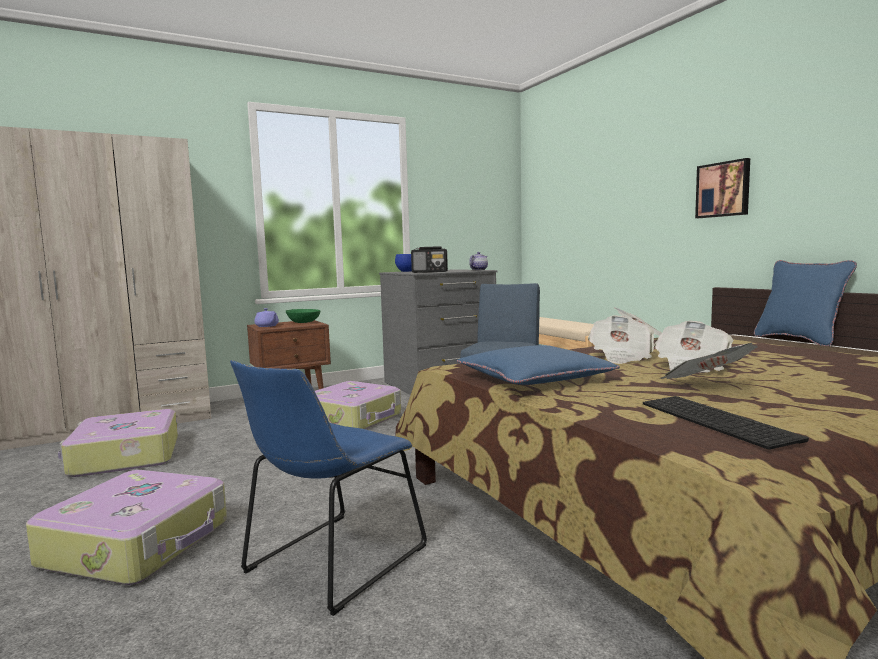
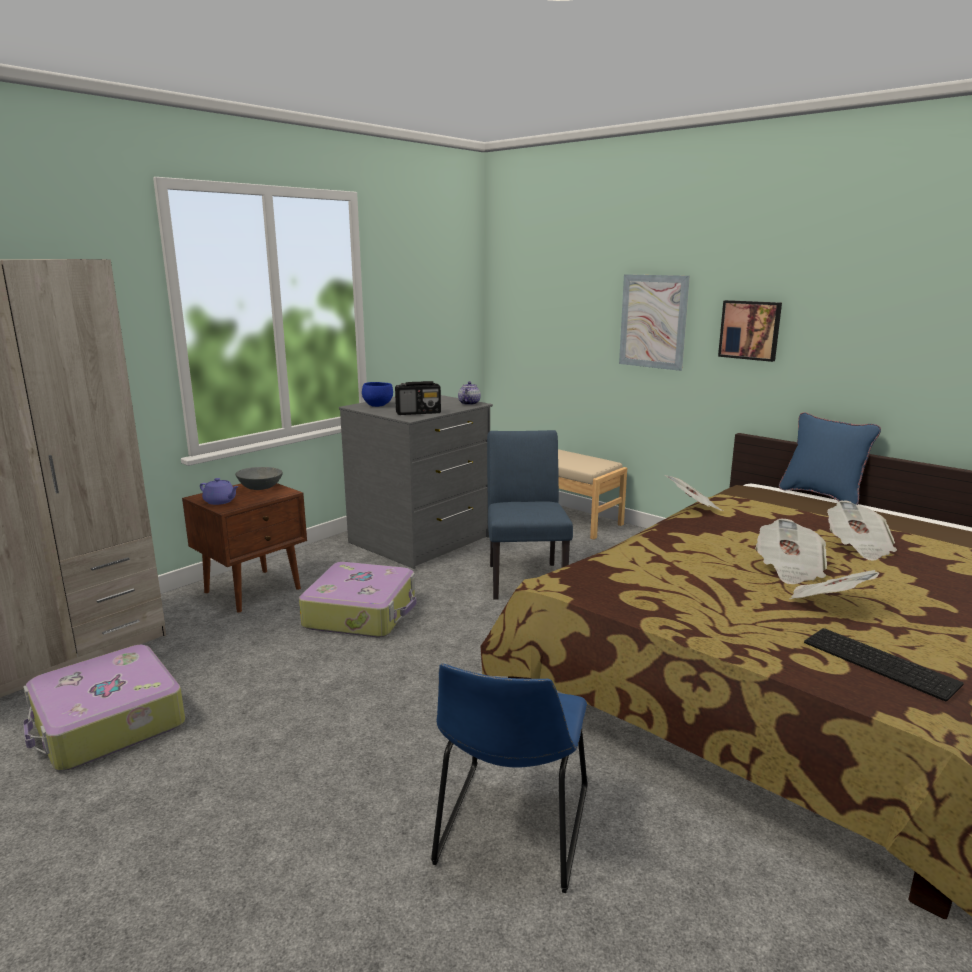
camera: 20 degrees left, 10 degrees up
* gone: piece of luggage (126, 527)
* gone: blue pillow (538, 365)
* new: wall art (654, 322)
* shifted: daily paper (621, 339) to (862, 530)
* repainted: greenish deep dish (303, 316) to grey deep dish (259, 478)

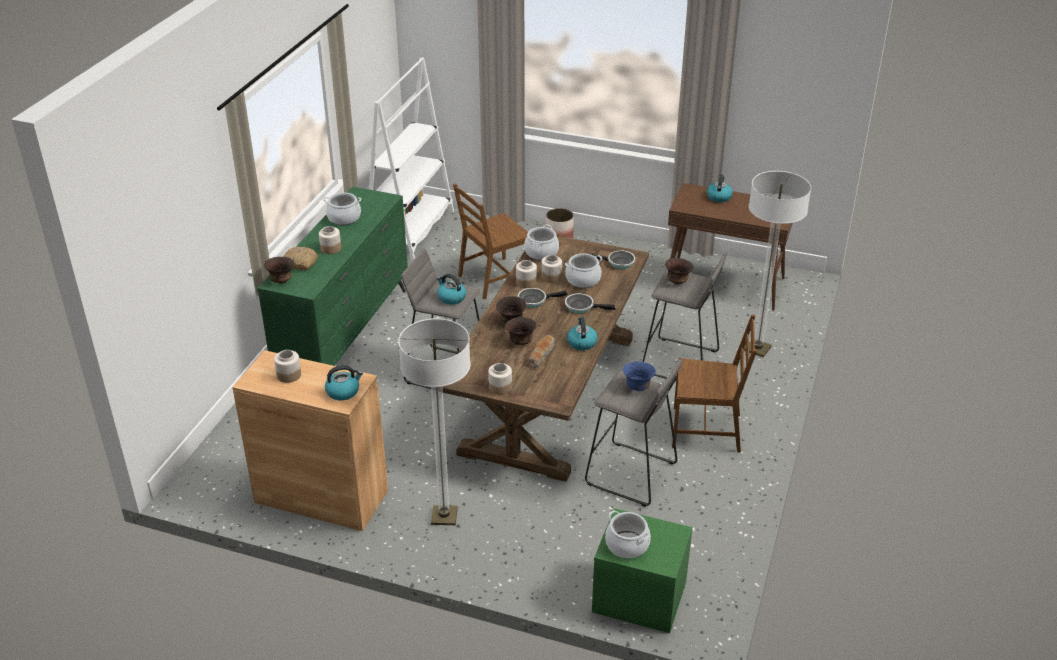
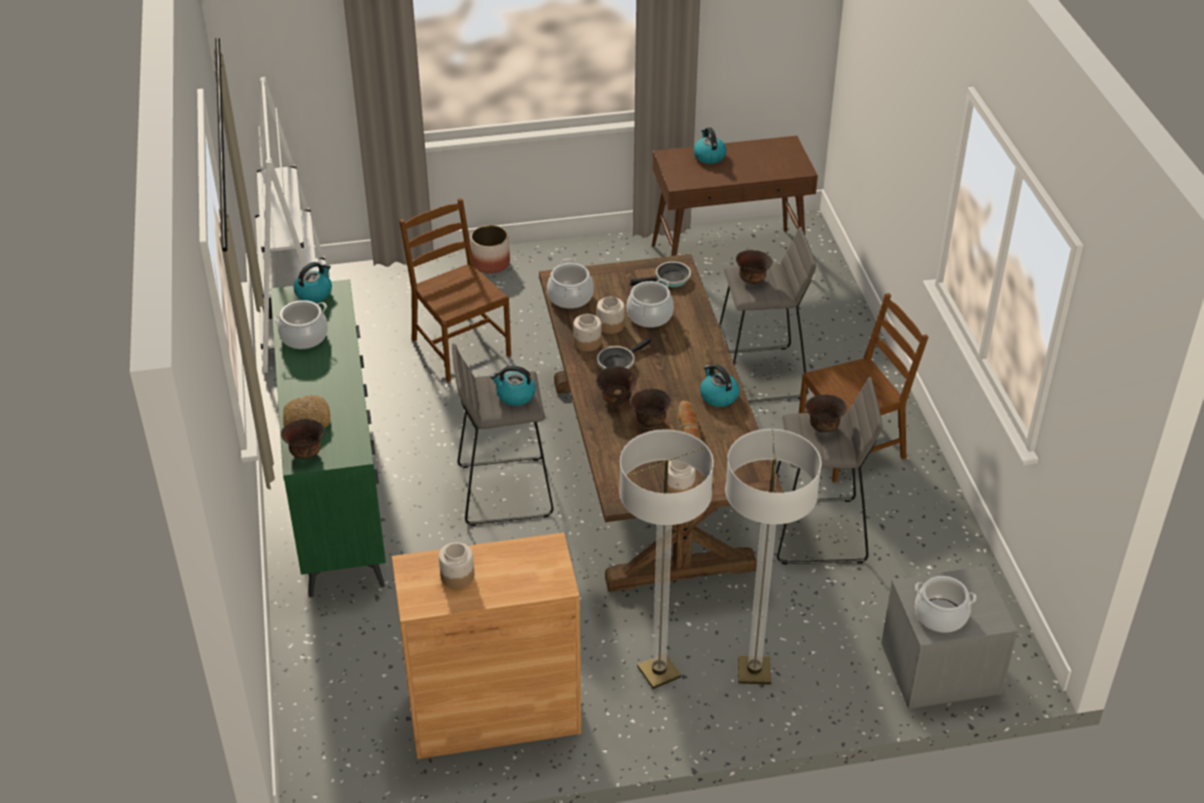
camera: 30 degrees left, 5 degrees up
* gone: jar (330, 240)
* gone: frying pan (590, 303)
* shifted: tea kettle (344, 383) to (312, 282)
* shifted: standard lamp (777, 264) to (773, 556)
* repainted: greenish night table (642, 570) to grey night table (949, 637)
* repainted: blue deep dish (639, 376) to brown-coloured deep dish (826, 413)
* rotated: brown-coloured upright chair (490, 241) = (455, 290) 120 degrees clockwise

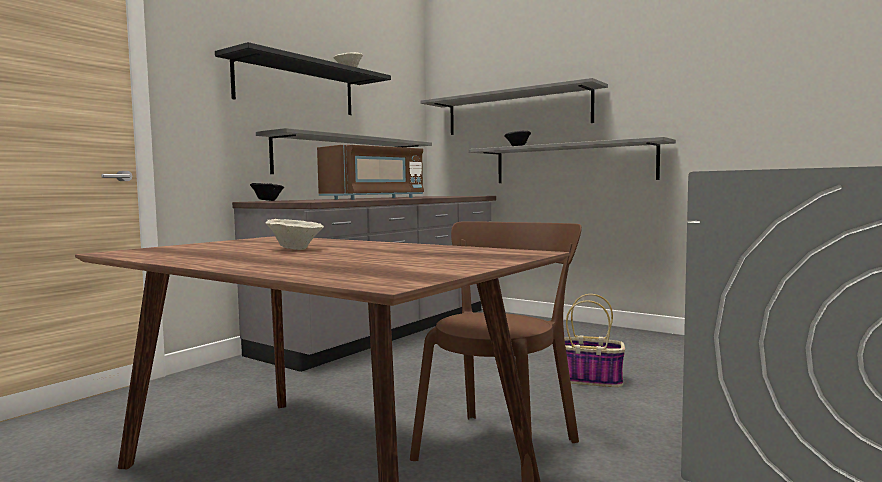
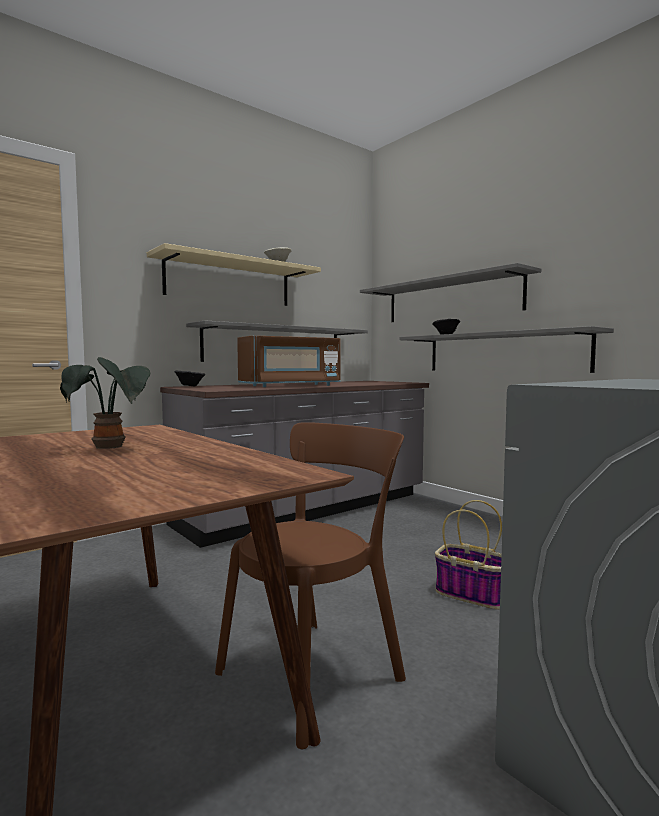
camera: 15 degrees right, 0 degrees up
* swapped: sand-coloured deep dish (294, 234) to potted plant (105, 403)
* repainted: black bracket shelf (303, 78) to sand-coloured bracket shelf (234, 274)

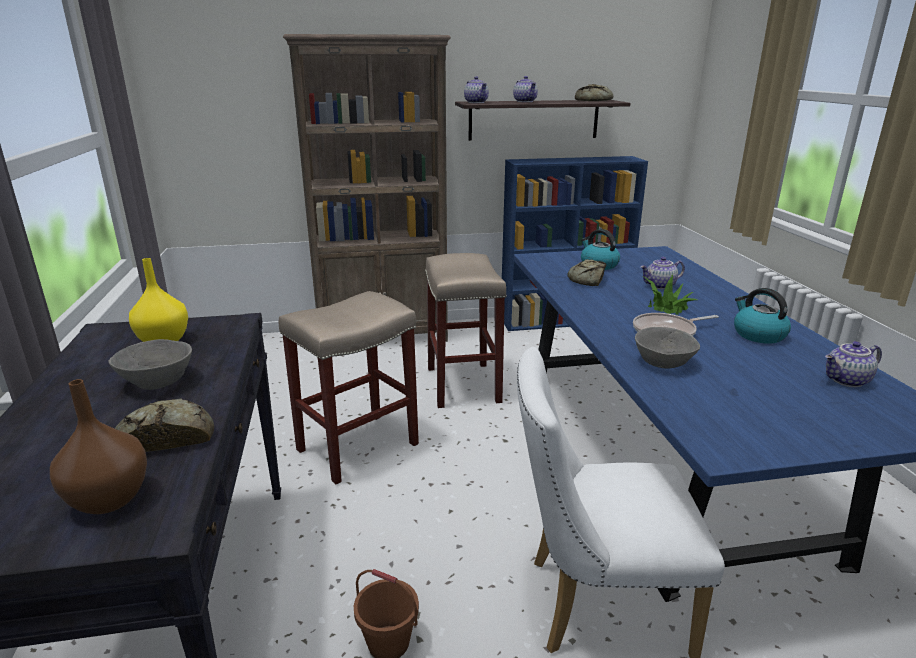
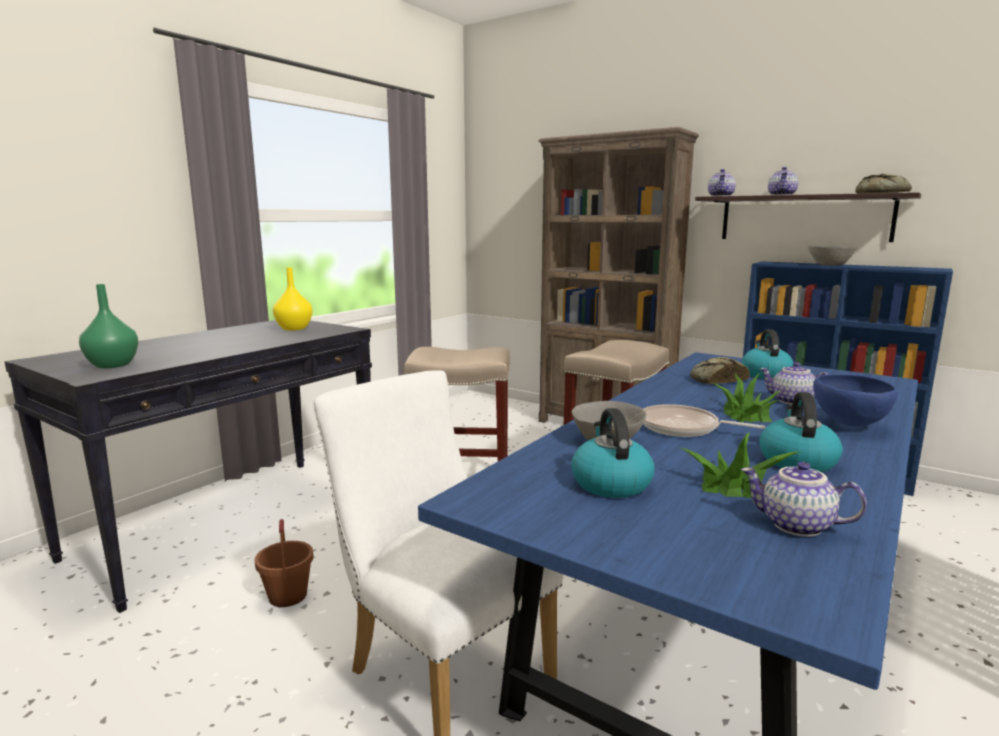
camera: 45 degrees right, 10 degrees down
* gone: bread (164, 425)
* new: tea kettle (613, 453)
* new: potted plant (740, 465)
* new: blue deep dish (855, 400)
* shifted: grey deep dish (150, 364) to (832, 255)
* repainted: brown-coloured decorative vase (98, 446) to greenish decorative vase (109, 326)

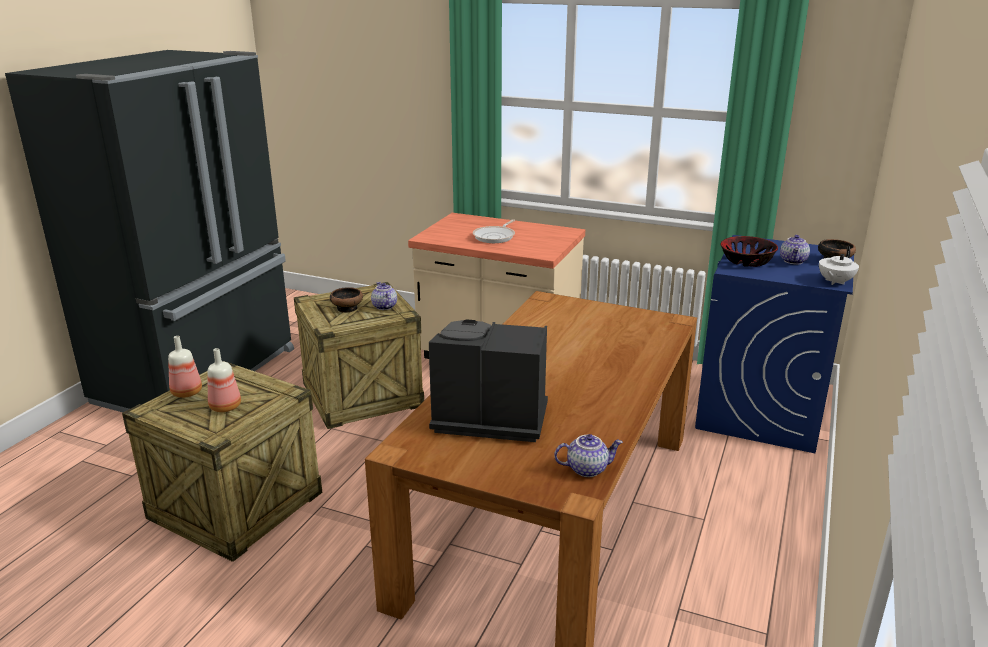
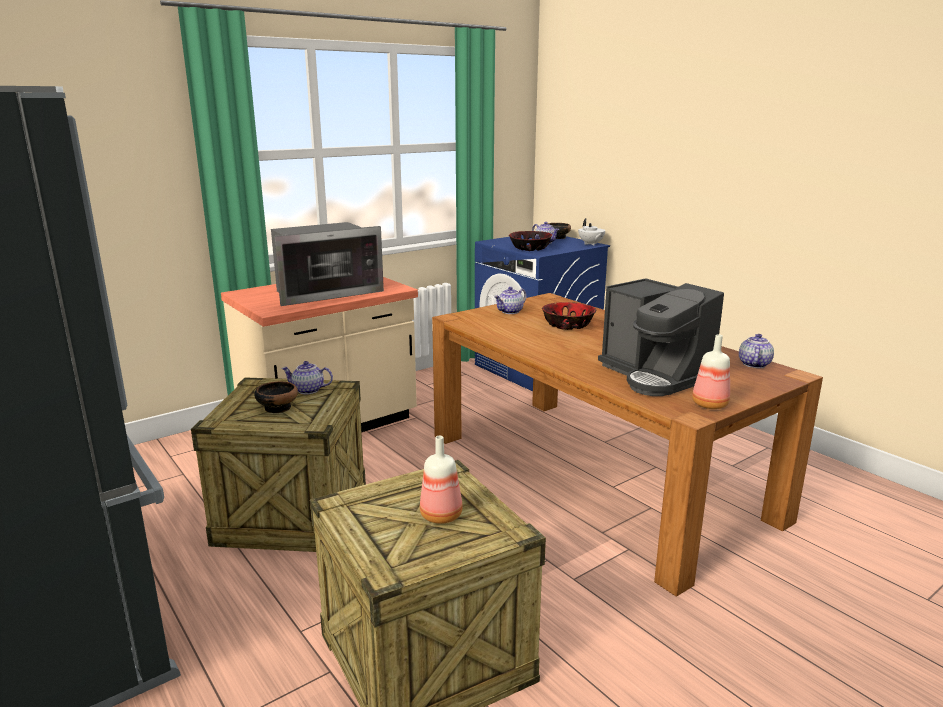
camera: 60 degrees left, 5 degrees down
* new: teapot (510, 300)
* new: deep dish (569, 316)
* shifted: bottle (185, 367) to (711, 371)
* swapped: frying pan (494, 231) to microwave oven (327, 264)
* rotated: coffee brewer (488, 380) = (661, 337) 75 degrees counterclockwise

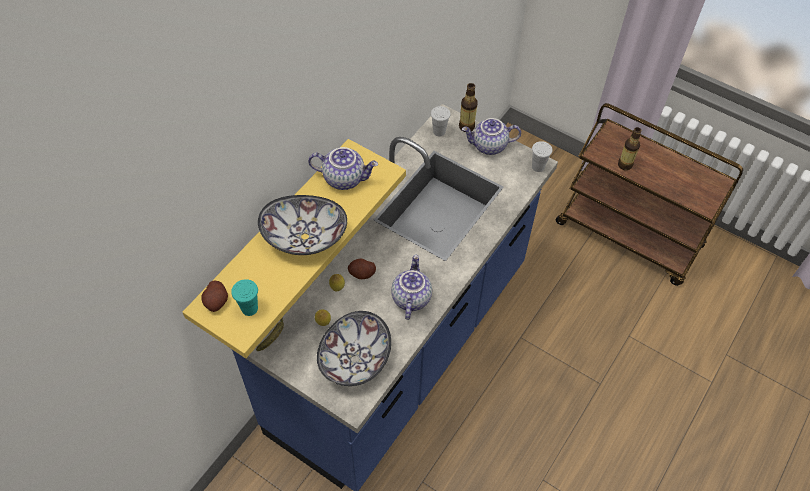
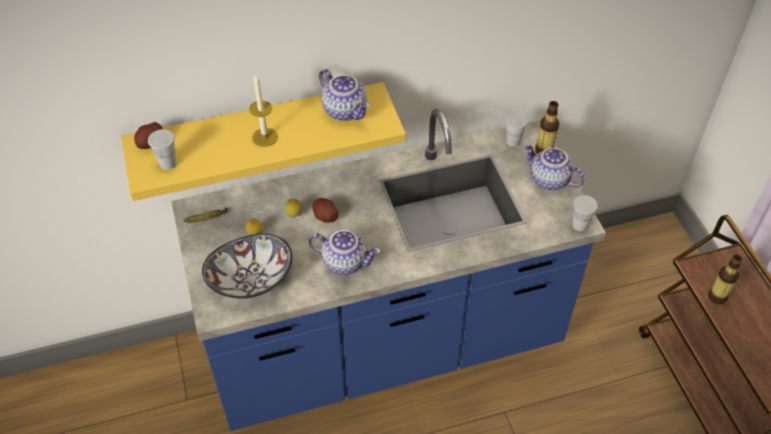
camera: 40 degrees right, 5 degrees down
* swapped: deep dish (302, 225) to candle (263, 110)
* repainted: turquoise drinking cup (244, 297) to white-coloured drinking cup (162, 149)
* rotated: teapot (411, 287) = (344, 252) 60 degrees clockwise

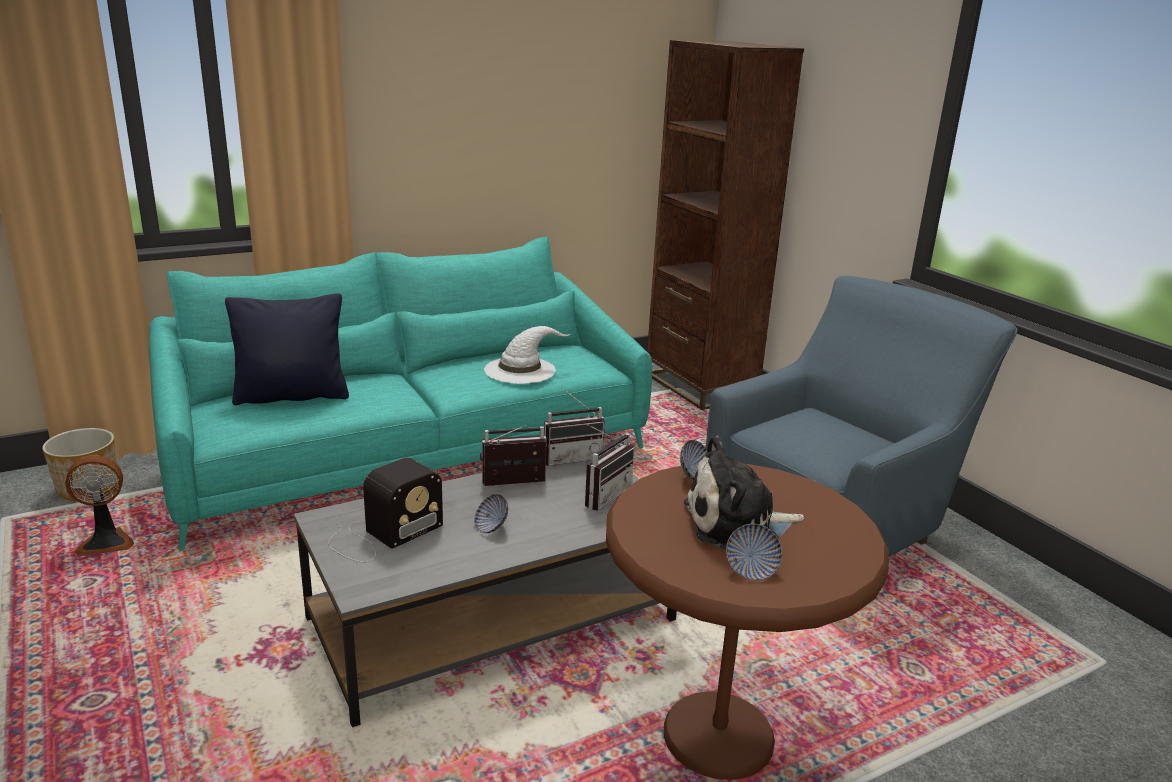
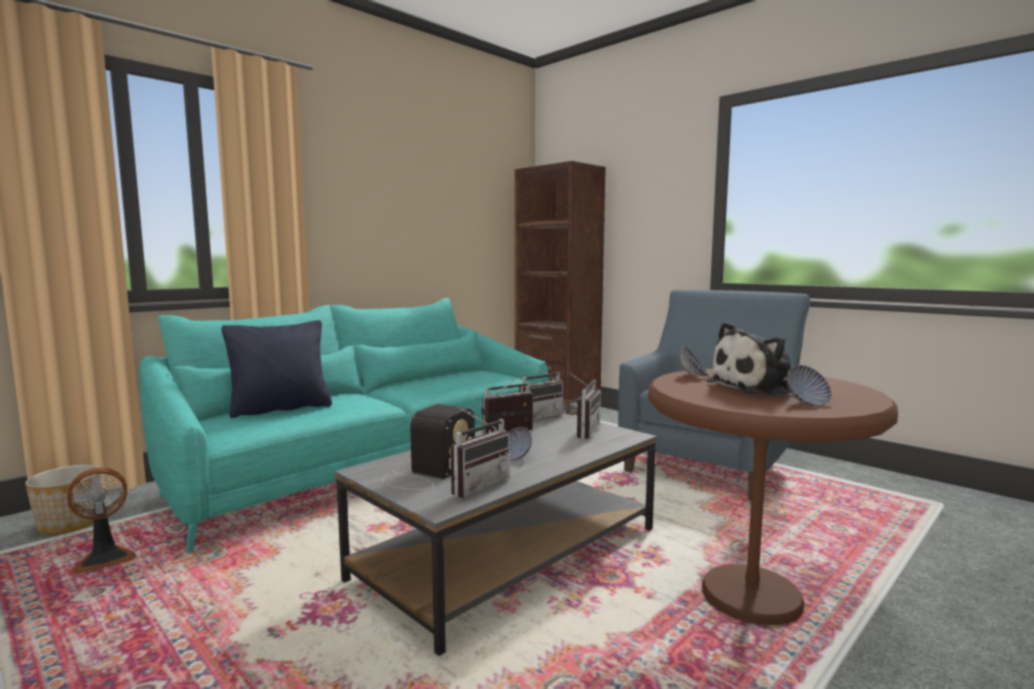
camera: 15 degrees left, 15 degrees down
* gone: white-coloured wearable hat (527, 355)
* new: radio receiver (480, 452)

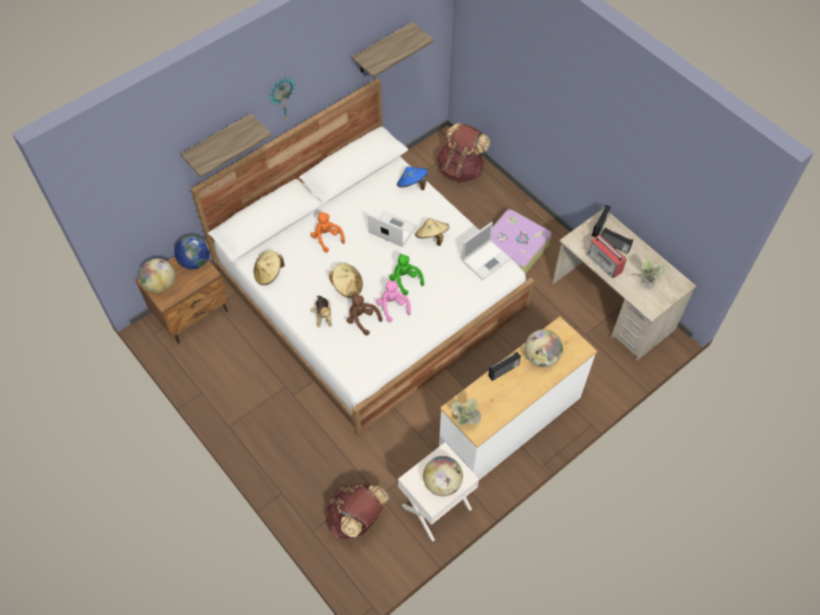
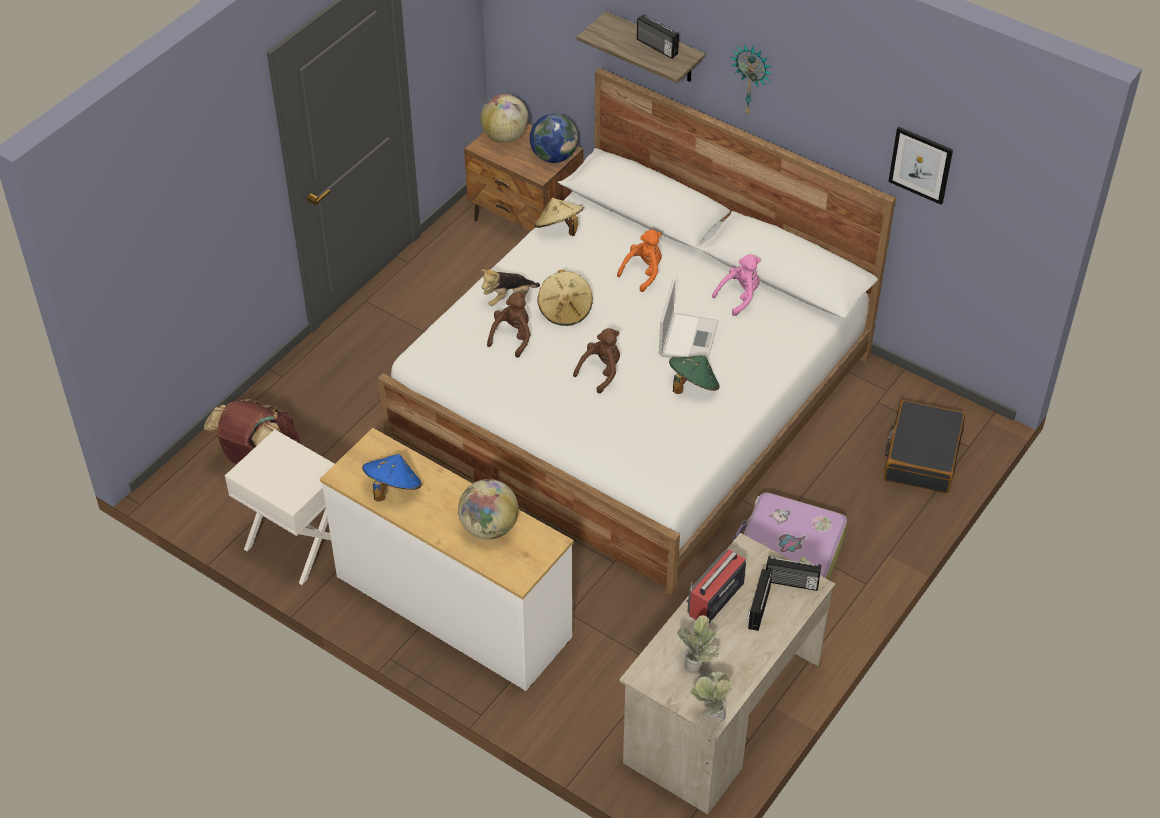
camera: 75 degrees right, 10 degrees down
* gone: desk globe (443, 476)
* gone: laptop (486, 251)
* shifted: pink-coloured plush toy (393, 301) to (736, 285)
* shifted: blue wearable hat (412, 178) to (392, 478)
* shifted: potted plant (466, 412) to (711, 696)
* shifted: radio receiver (504, 366) to (658, 36)
* swapped: bracket shelf (393, 49) to wall art (920, 166)
* swapped: brown-coloured knapsack (463, 153) to black piece of luggage (924, 446)
* repainted: greenish plush toy (406, 275) to brown-coloured plush toy (596, 360)
* repainted: sand-coloured wearable hat (432, 232) to greenish wearable hat (694, 374)

